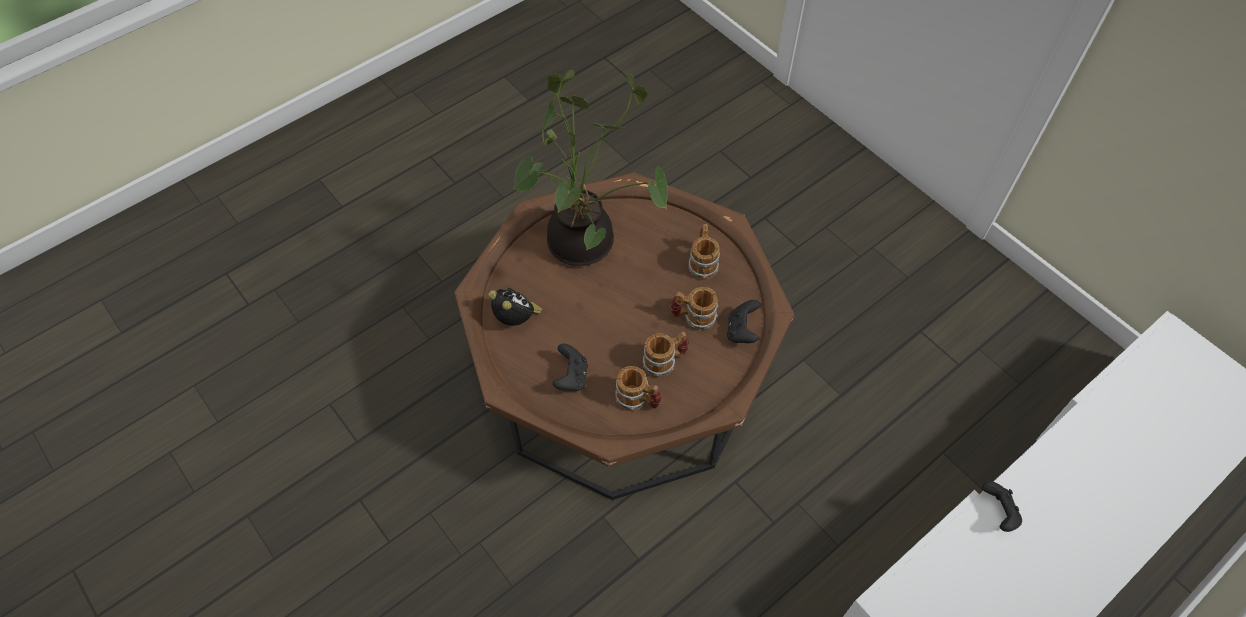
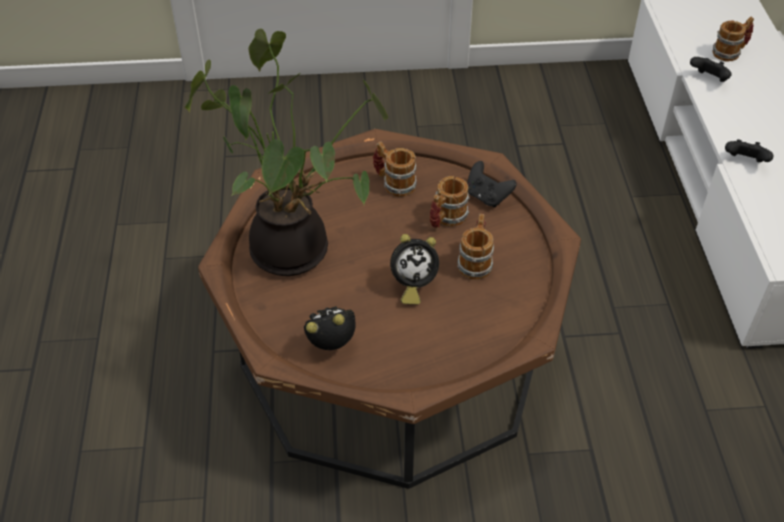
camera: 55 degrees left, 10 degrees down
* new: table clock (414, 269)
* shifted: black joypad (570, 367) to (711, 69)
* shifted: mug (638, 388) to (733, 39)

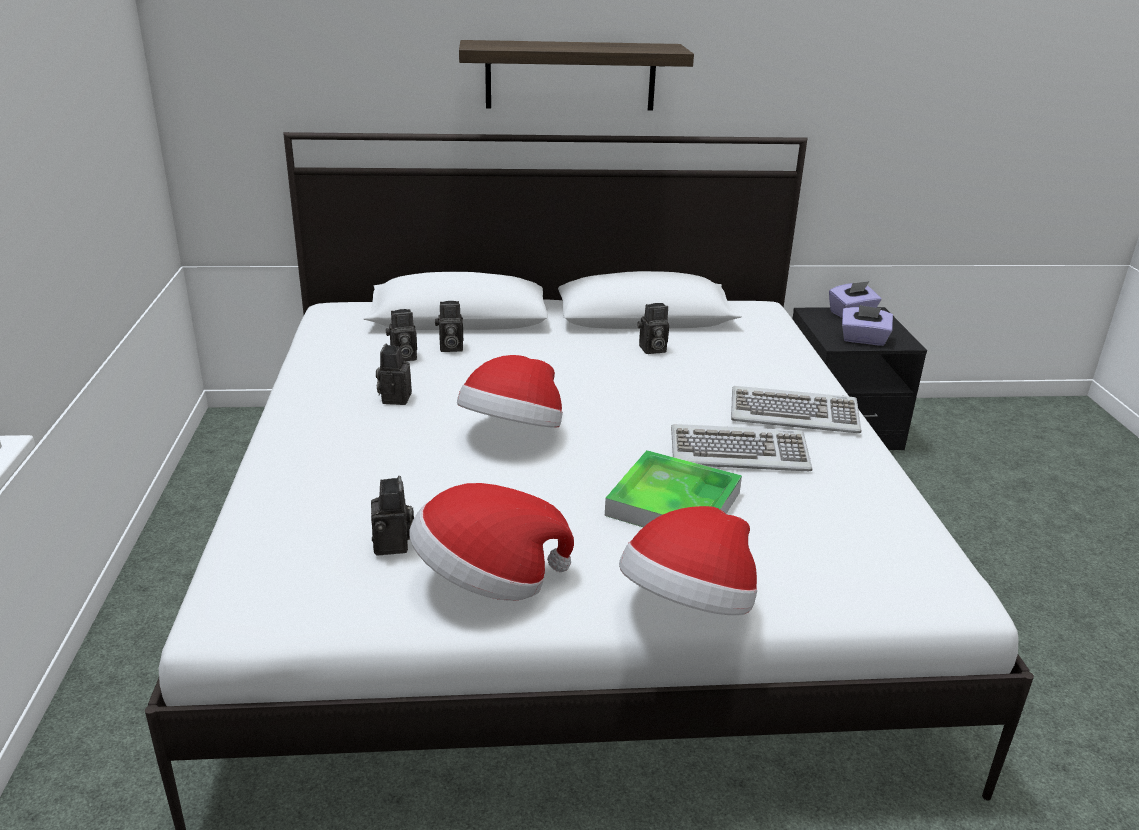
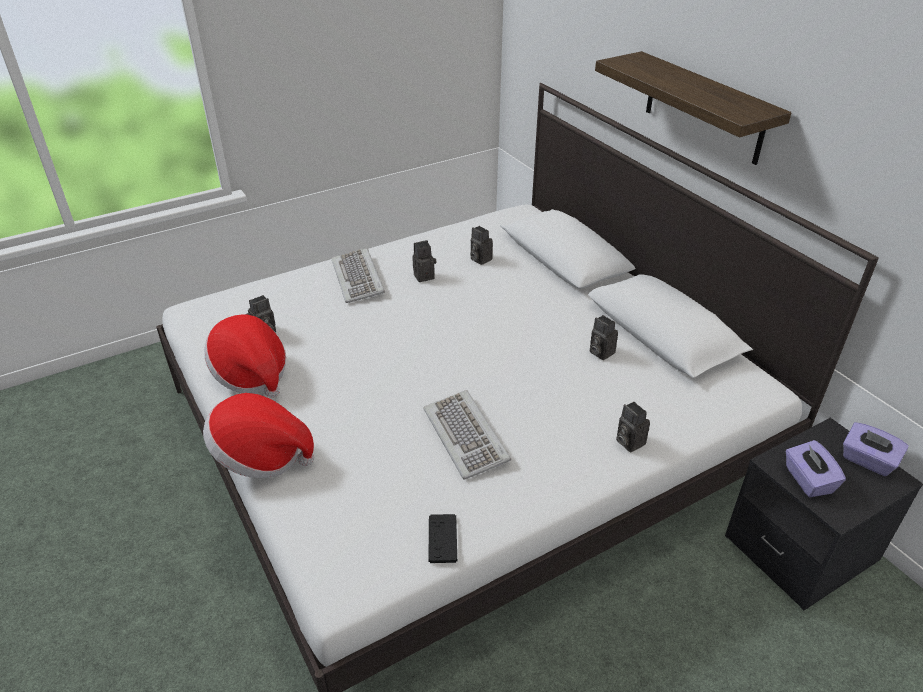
camera: 65 degrees right, 10 degrees up
* gone: wearable hat (510, 391)
* gone: carrying tray (673, 488)
* new: black joypad (442, 538)
* shifted: still camera (449, 326) to (633, 427)
* shifted: PC keyboard (796, 409) to (358, 275)

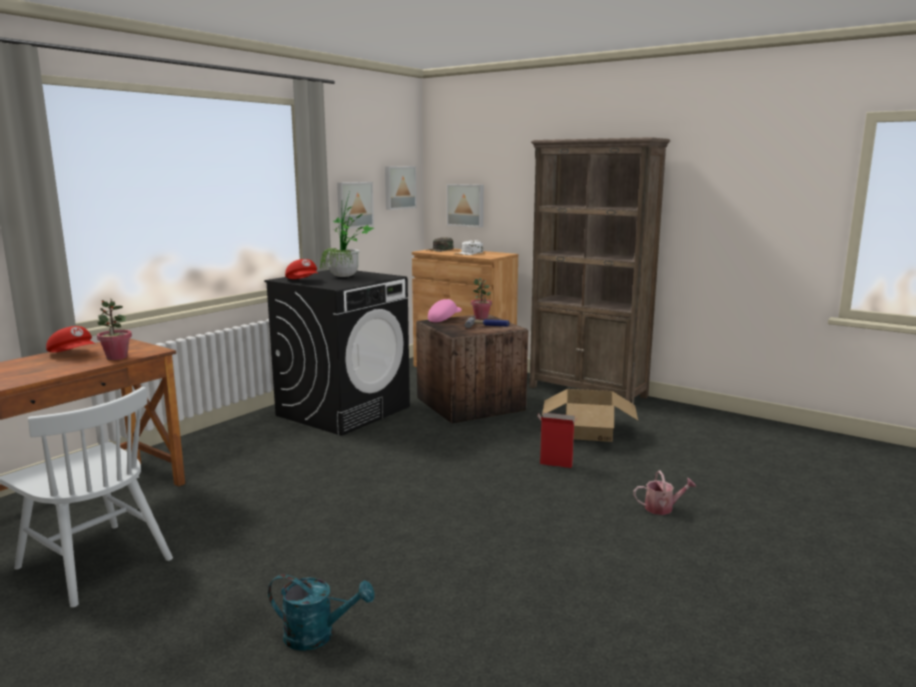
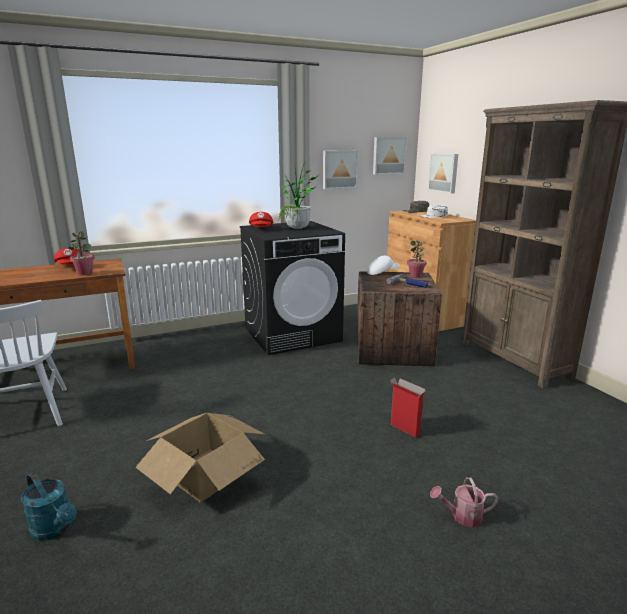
camera: 30 degrees right, 5 degrees up
* shifted: cardboard box (590, 415) to (200, 457)
* repainted: pink-coloured baseball cap (445, 311) to white-coloured baseball cap (383, 265)
* rotated: sprinkling can (664, 493) = (464, 502) 150 degrees clockwise

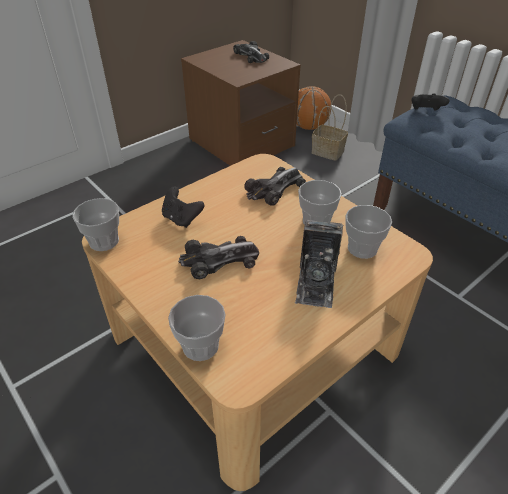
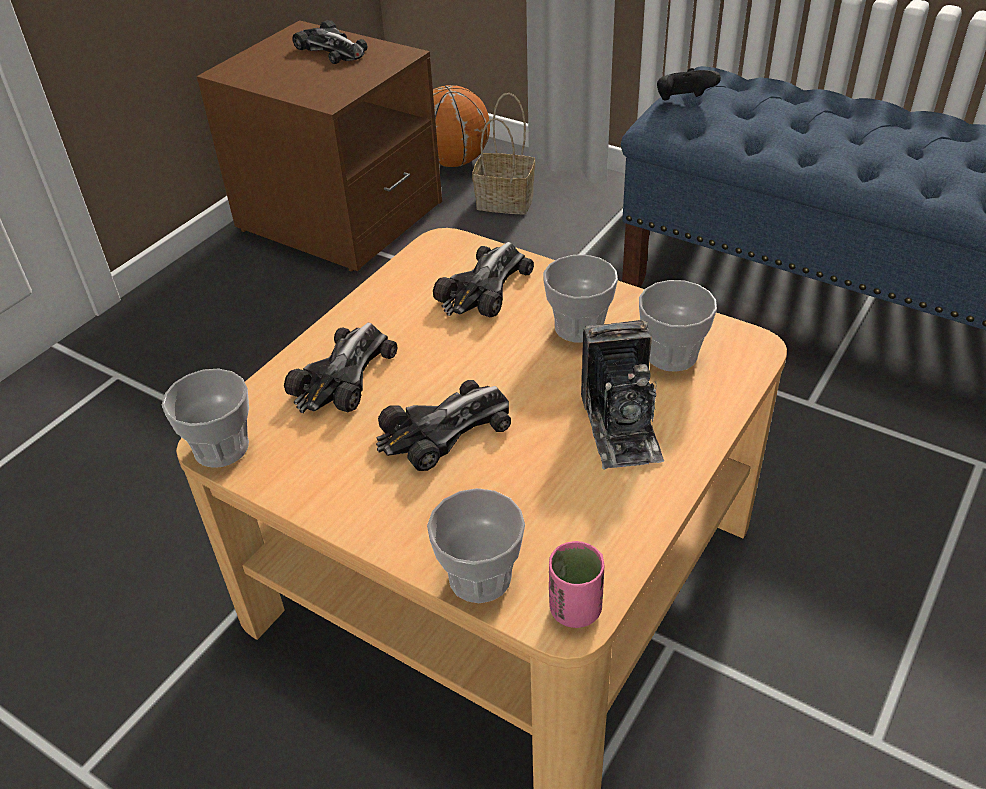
camera: 15 degrees left, 0 degrees up
* new: pink-coloured drinking cup (576, 584)
* swapped: black joypad (183, 207) to model car (341, 368)

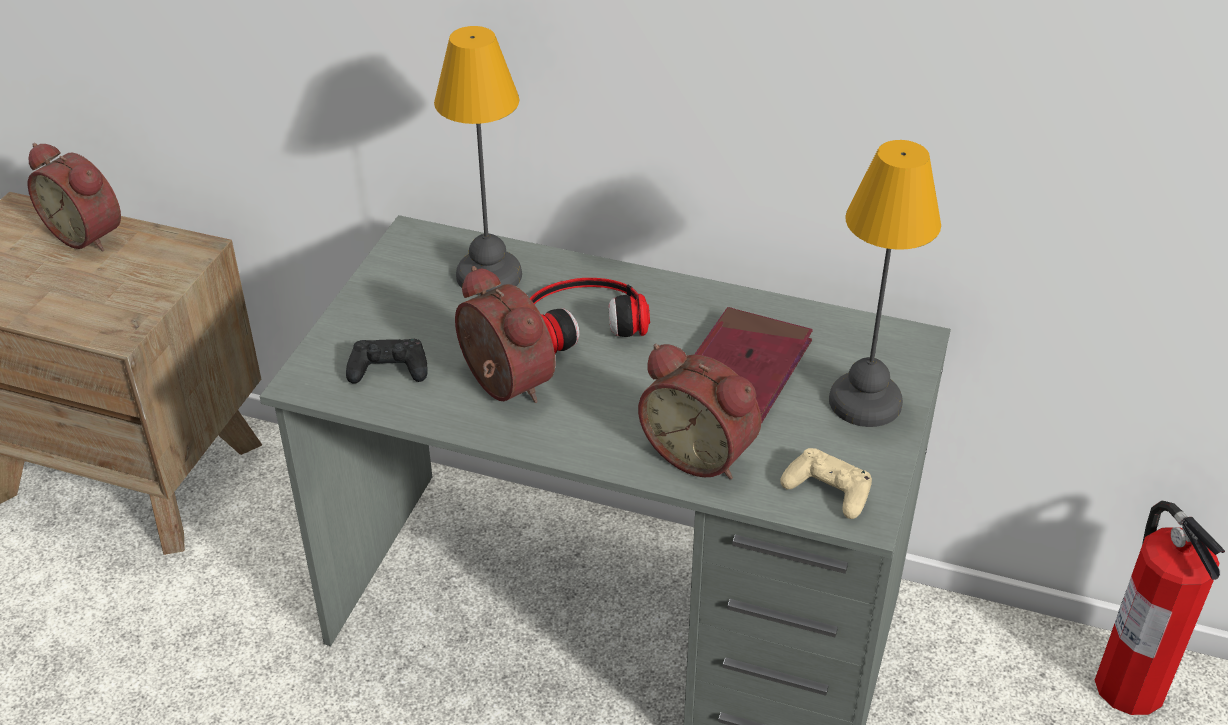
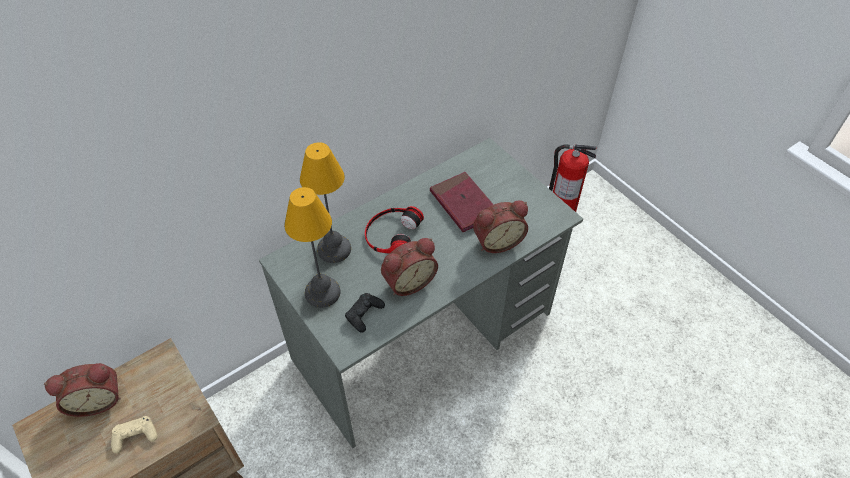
camera: 55 degrees left, 10 degrees up
* shifted: sand-coloured joypad (826, 483) to (134, 435)
* shifted: tabletop lamp (885, 283) to (312, 247)
* rotated: table clock (505, 334) = (409, 267) 150 degrees clockwise

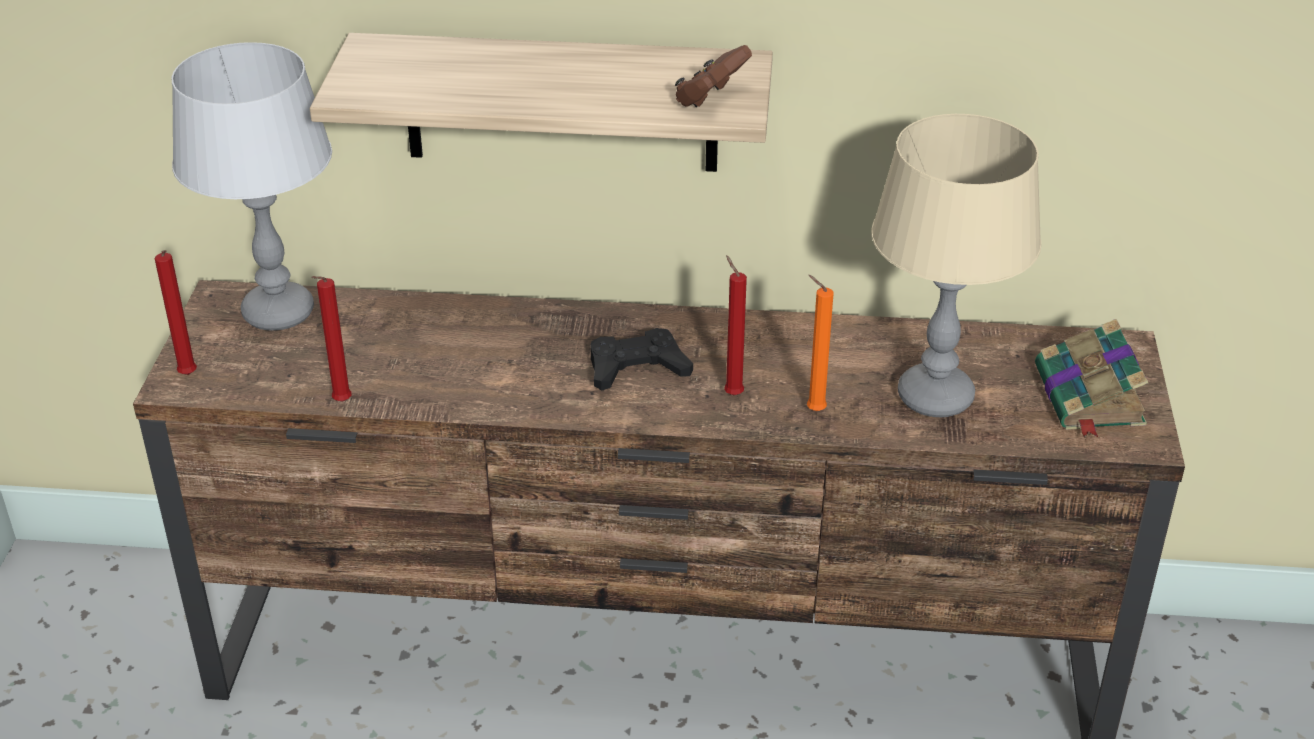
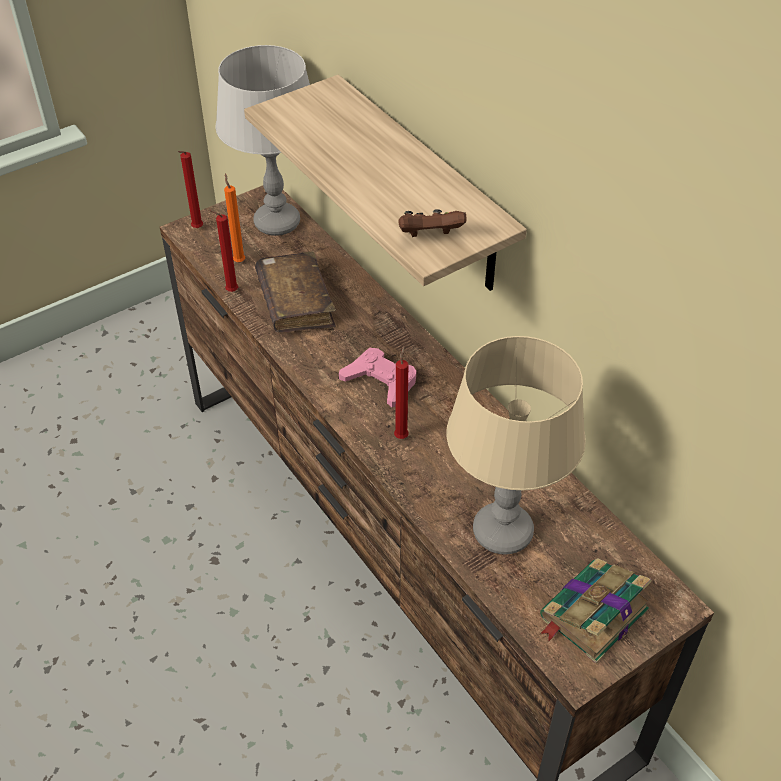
camera: 50 degrees right, 10 degrees up
* new: brown-coloured volume (295, 292)
* shifted: orange candle (820, 343) to (234, 217)
* repainted: black joypad (641, 359) to pink-coloured joypad (378, 377)

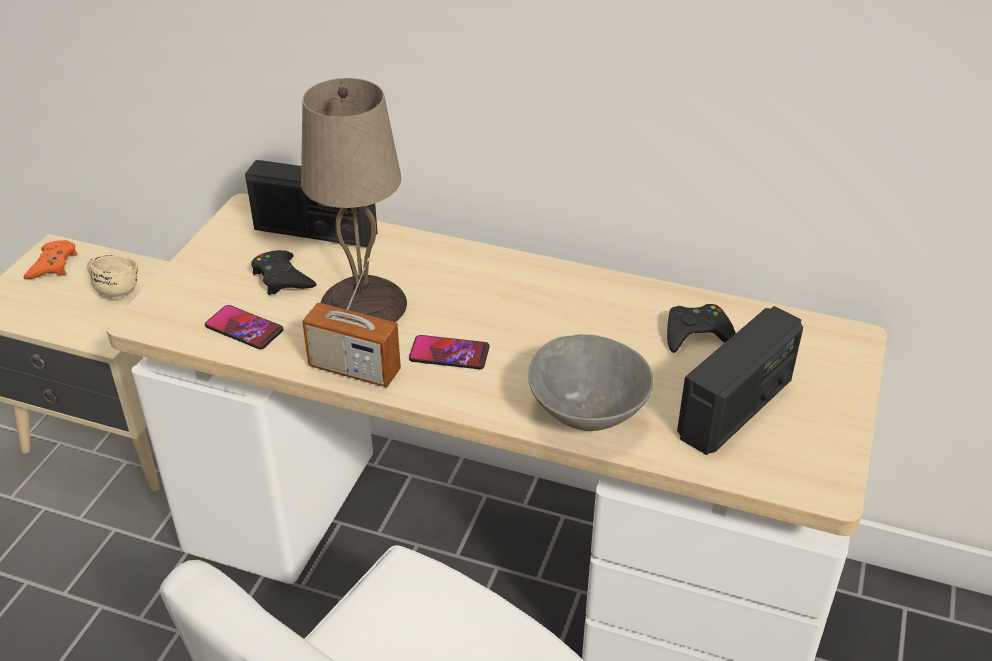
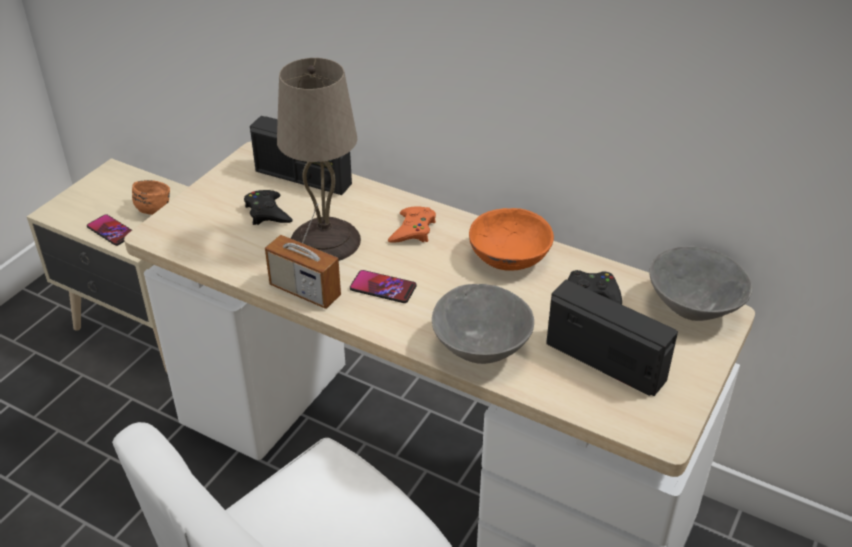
camera: 10 degrees right, 0 degrees up
* new: orange deep dish (511, 239)
* new: grey deep dish (700, 283)
* shifted: orange joypad (51, 259) to (412, 225)
* shifted: phone (244, 327) to (109, 230)
* repainted: sand-coloured mug (112, 276) to orange mug (151, 197)
* rotated: radio receiver (740, 380) = (612, 338) 105 degrees counterclockwise

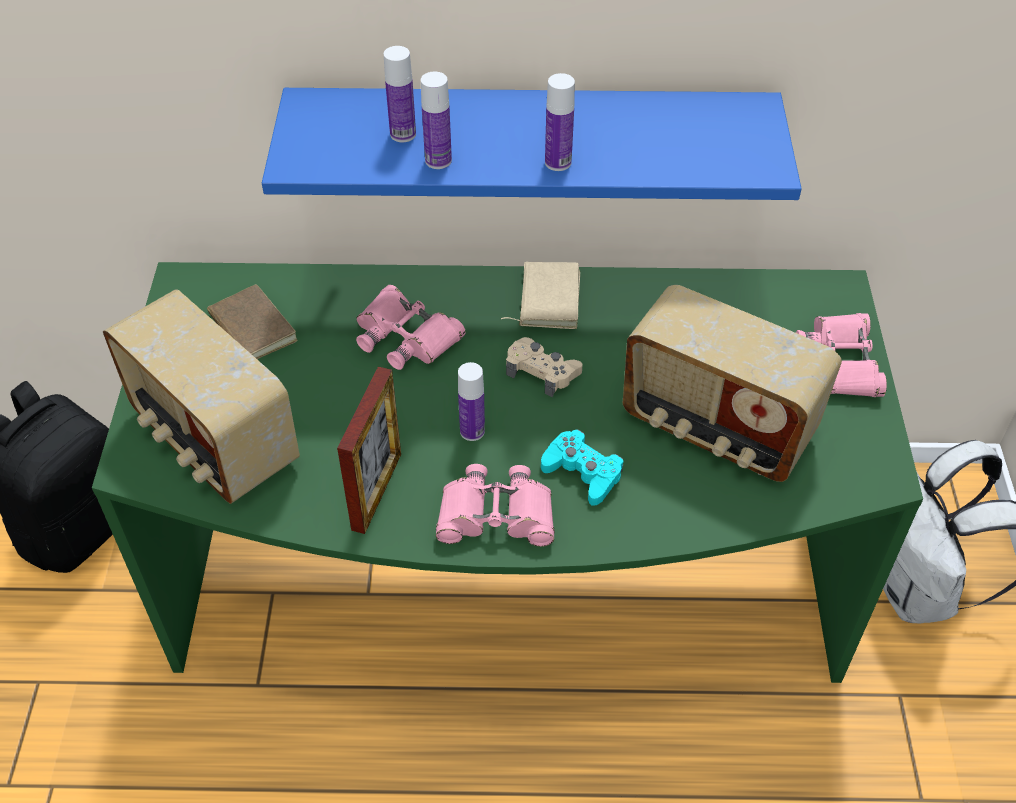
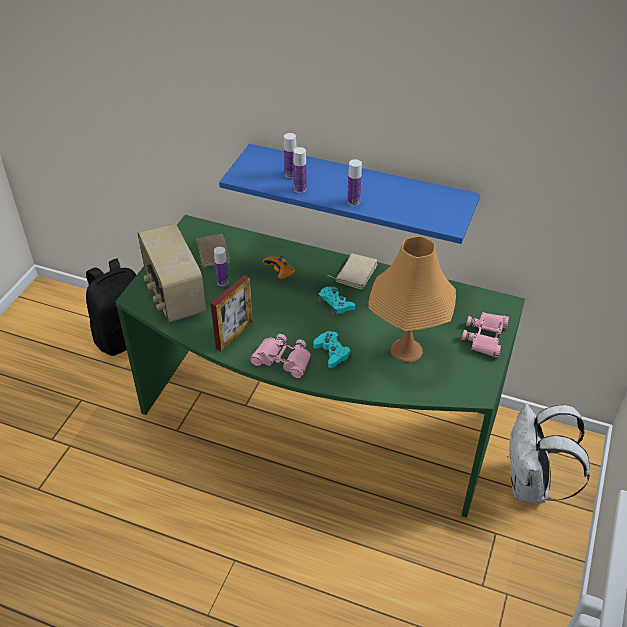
camera: 20 degrees right, 5 degrees down
* shifted: bottle (471, 401) to (221, 266)
* swapped: pink-coloured binoculars (411, 327) to orange joypad (279, 267)
* swapped: radio receiver (732, 383) to orange tabletop lamp (412, 299)
* repainted: sand-coloured joypad (544, 367) to turquoise joypad (336, 301)

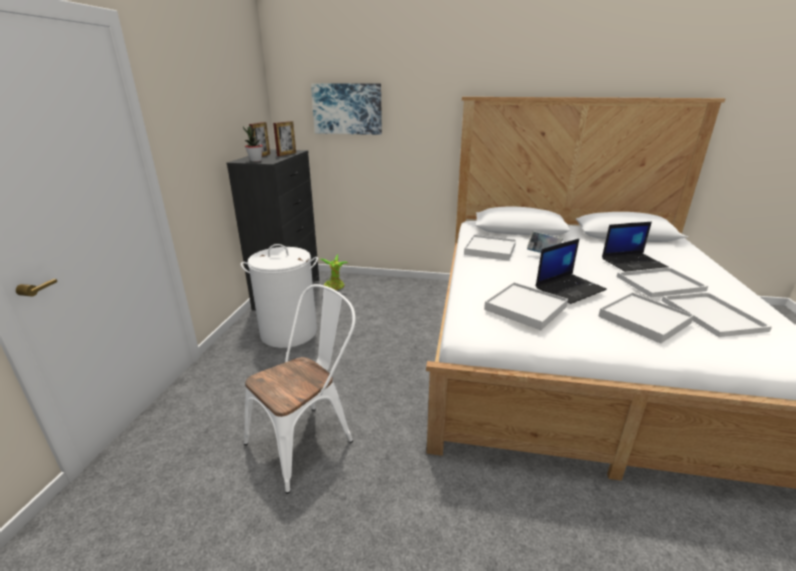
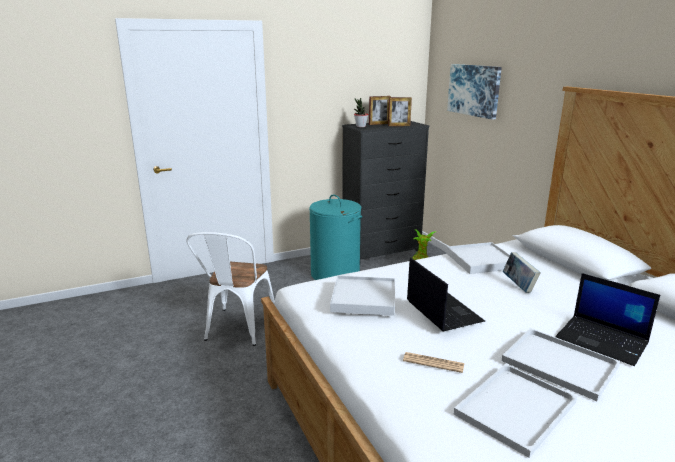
camera: 55 degrees right, 5 degrees down
* swapped: white-coloured carrying tray (646, 318) to daily paper (433, 362)
* repainted: white-coloured laundry basket (279, 296) to turquoise laundry basket (335, 237)
* rotated: white-coloured upright chair (299, 389) = (230, 289) 90 degrees clockwise
* rotated: laptop (571, 271) = (446, 294) 135 degrees counterclockwise

